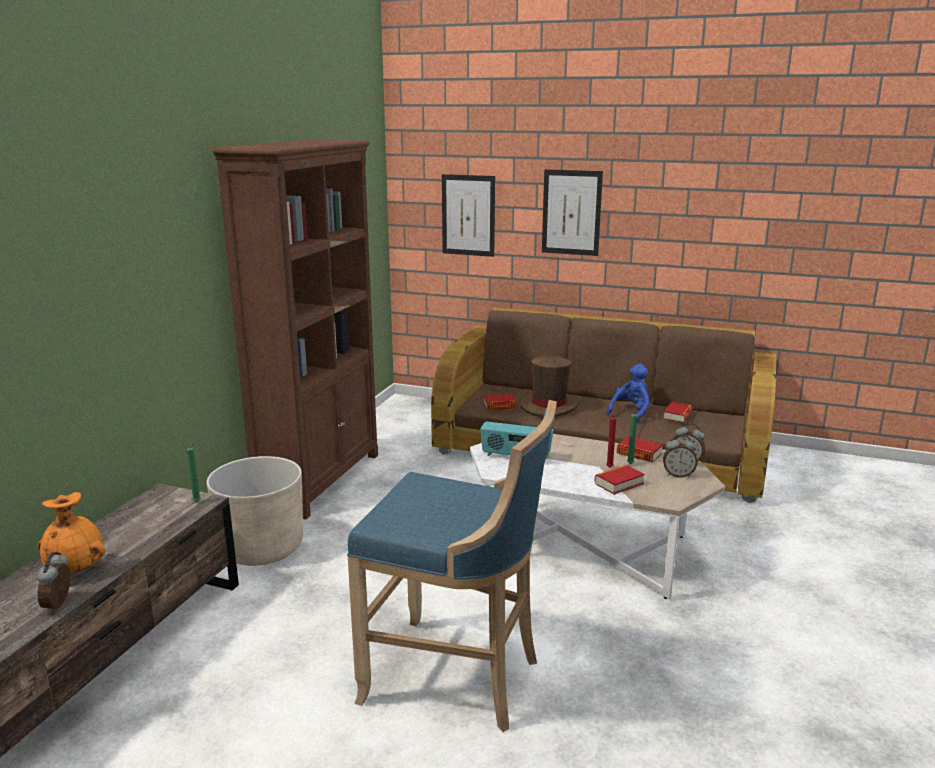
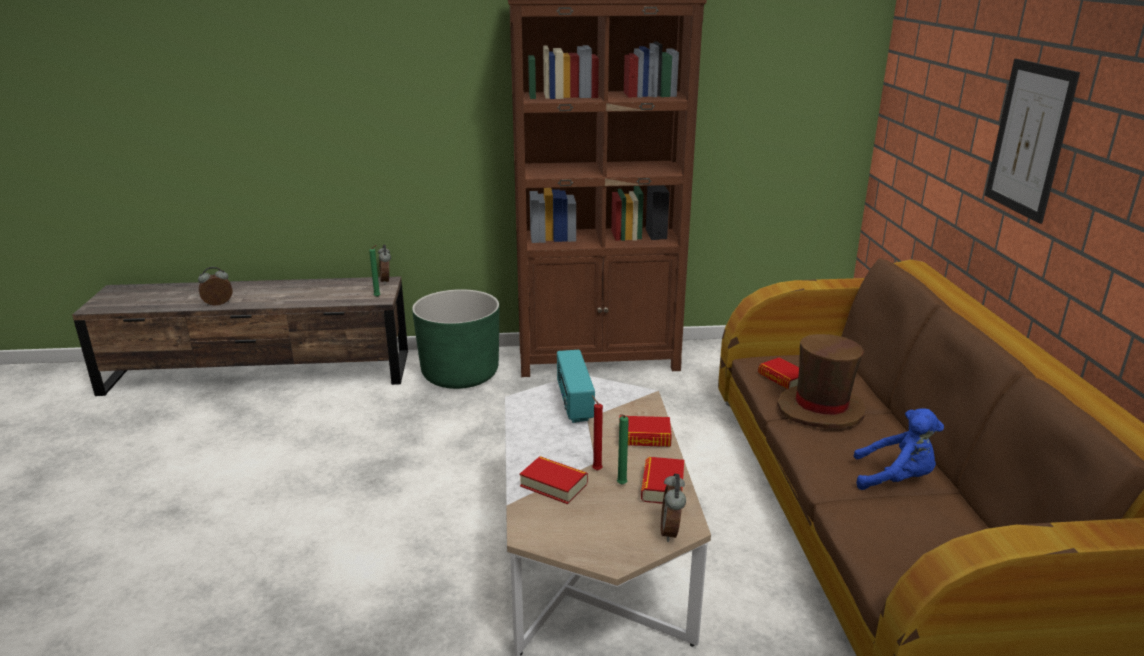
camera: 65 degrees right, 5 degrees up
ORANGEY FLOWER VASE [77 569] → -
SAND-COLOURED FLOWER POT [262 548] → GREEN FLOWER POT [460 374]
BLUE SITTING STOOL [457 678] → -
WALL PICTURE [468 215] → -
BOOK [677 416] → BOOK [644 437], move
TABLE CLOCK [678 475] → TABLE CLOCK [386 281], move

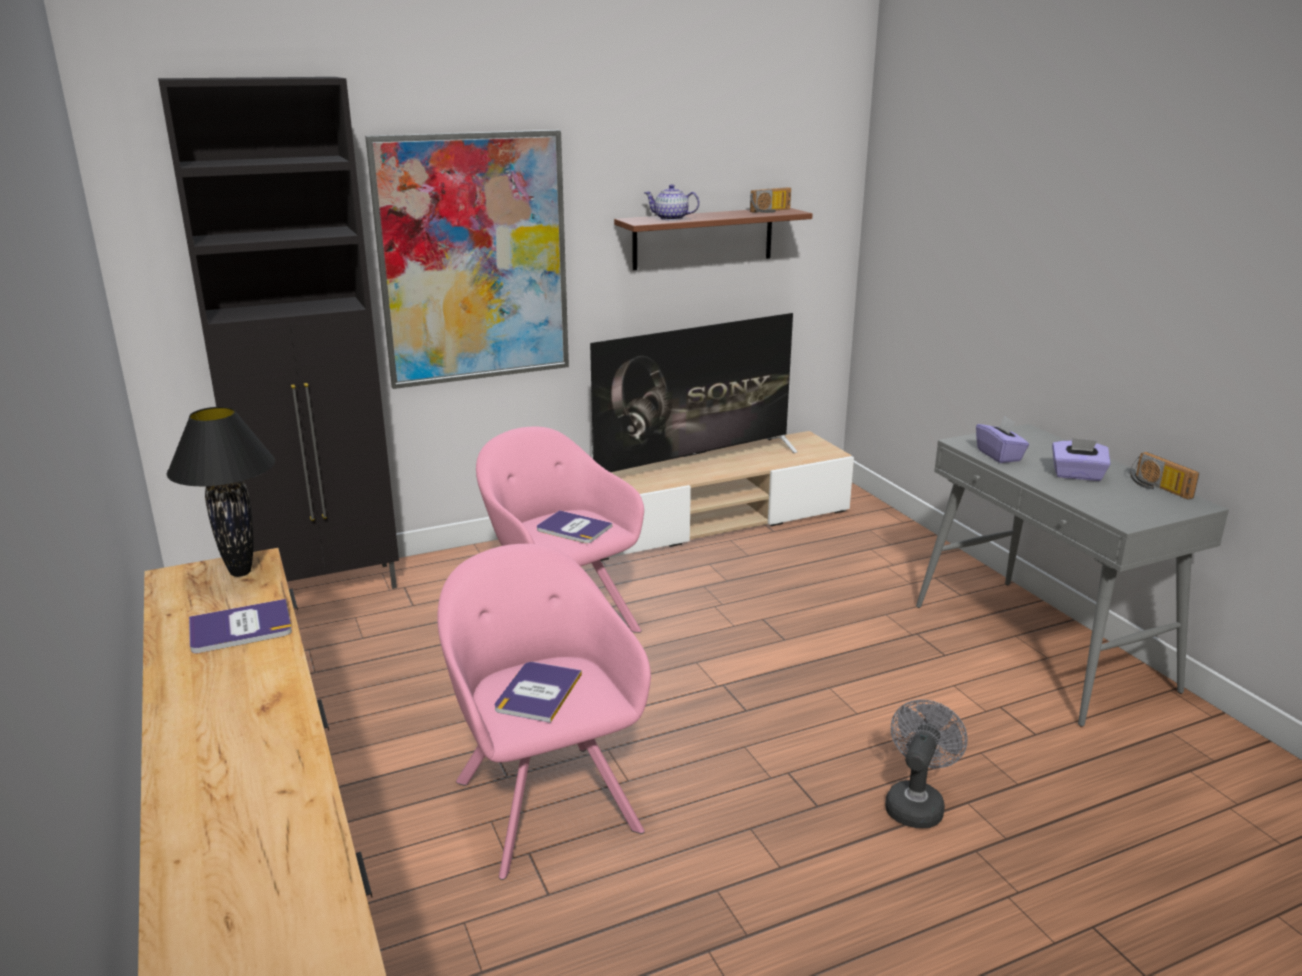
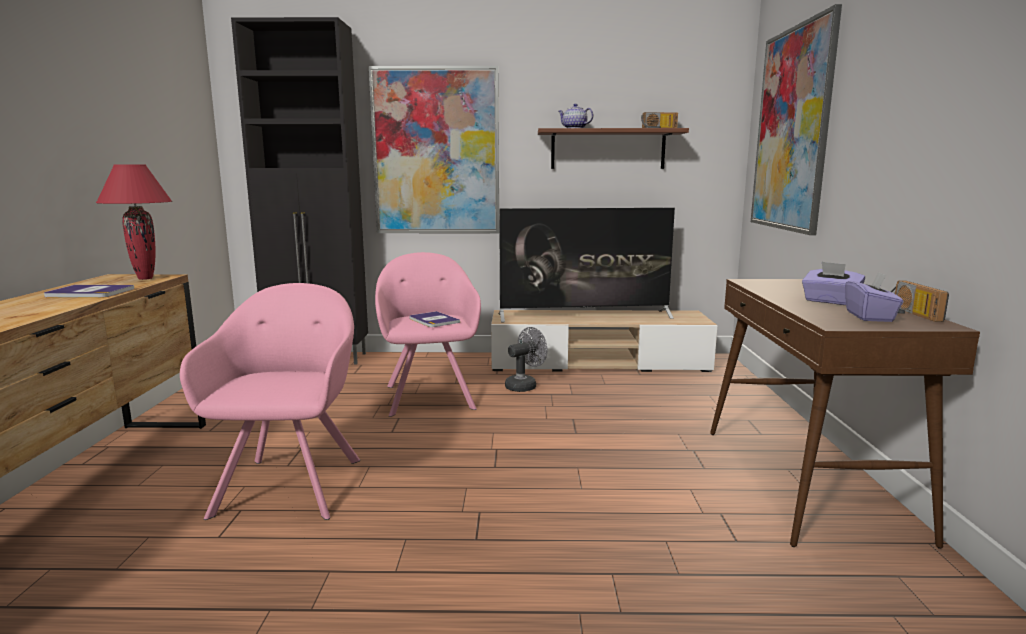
camera: 25 degrees right, 10 degrees down
BLACK-COLOURED TABLETOP LAMP [241 572] → RED-COLOURED TABLETOP LAMP [146 278]
BOOK [538 692] → -
GREY ELECTRIC FAN [916 803] → GREY ELECTRIC FAN [524 386], move
GREY HALL TABLE [1041 647] → BROWNISH HALL TABLE [807 482]
PURPLE TISSUE HOLDER [999 455] → PURPLE TISSUE HOLDER [870 316], move
- → WALL PICTURE [792 130]

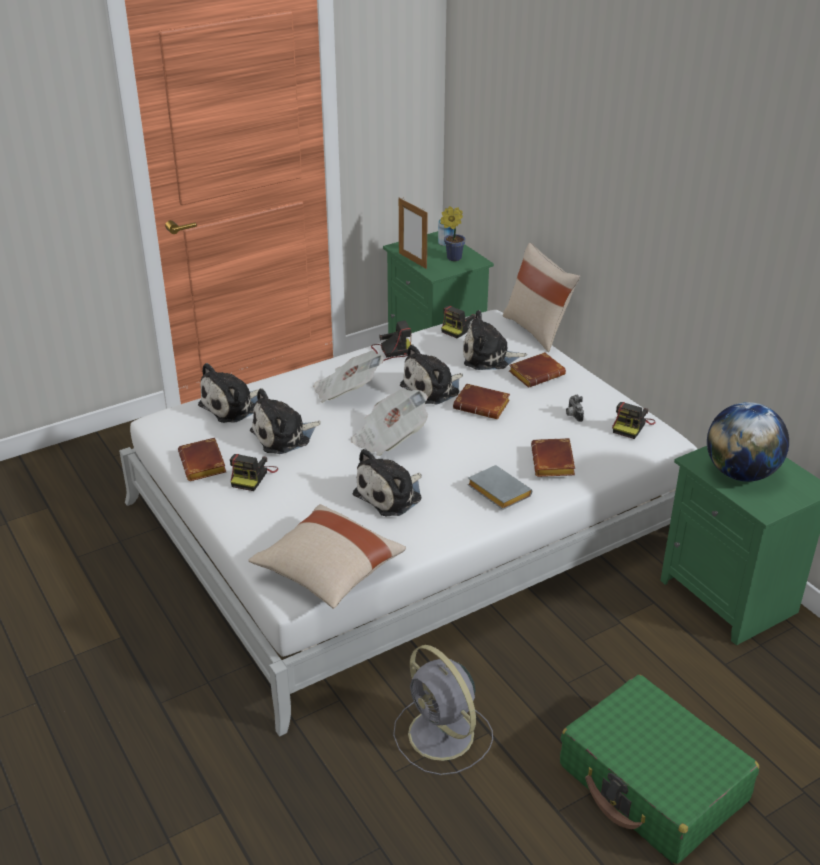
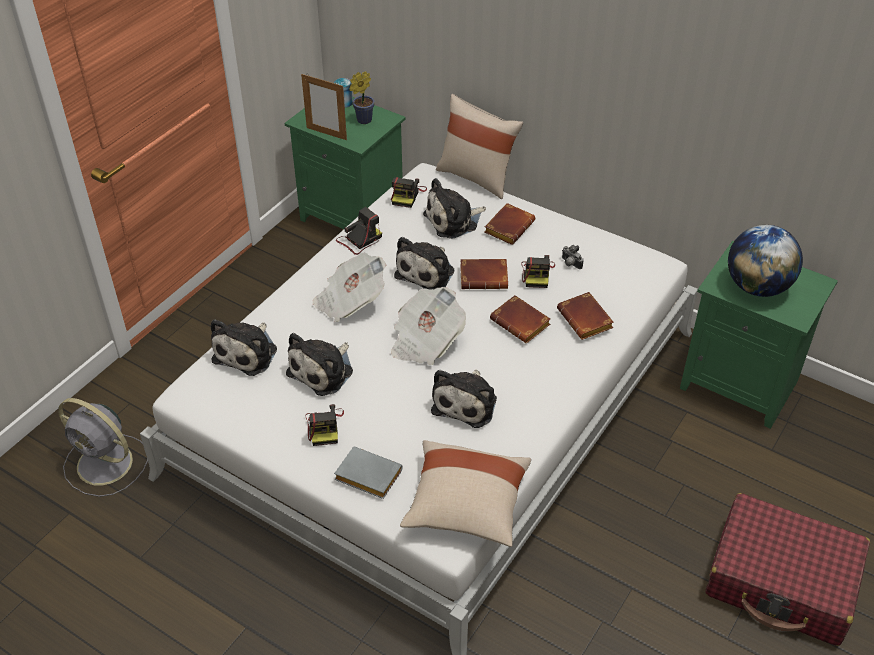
camera: 25 degrees left, 10 degrees up
BROWNISH BOOK [204 464] → BROWNISH BOOK [522 323], move
GREY ELECTRIC FAN [443 736] → GREY ELECTRIC FAN [107 464], move
GREY BOOK [496 492] → GREY BOOK [366 477], move
GREEN SUITCASE [653 783] → RED-COLOURED SUITCASE [782 581]
STILL CAMERA [631 426] → STILL CAMERA [537 274], move

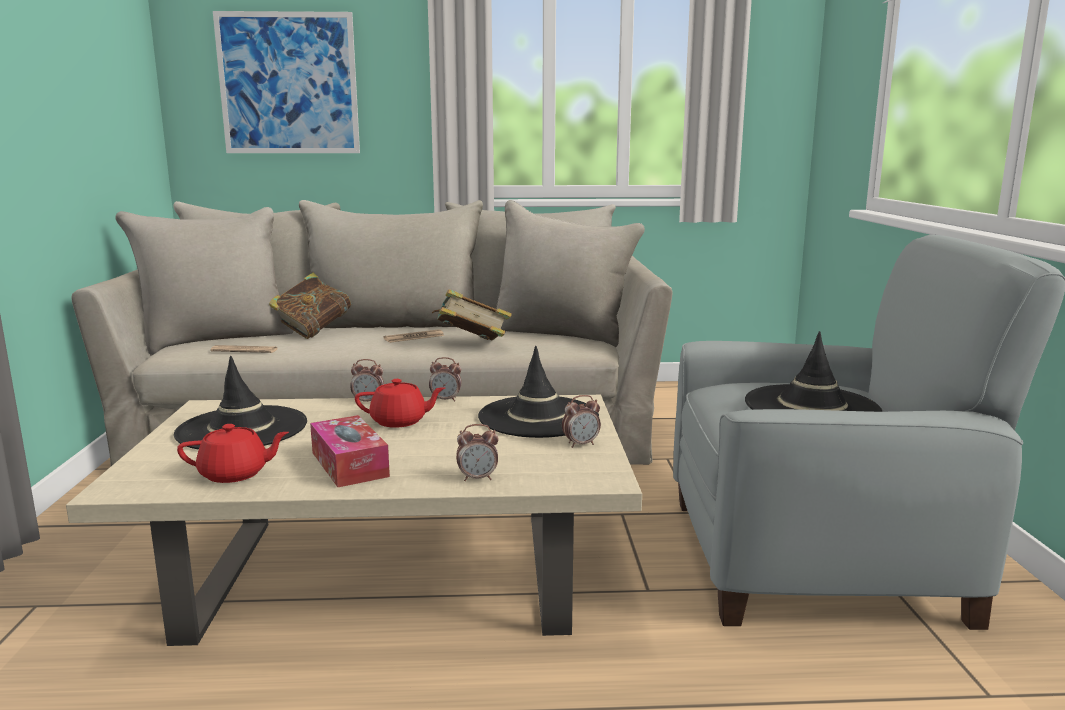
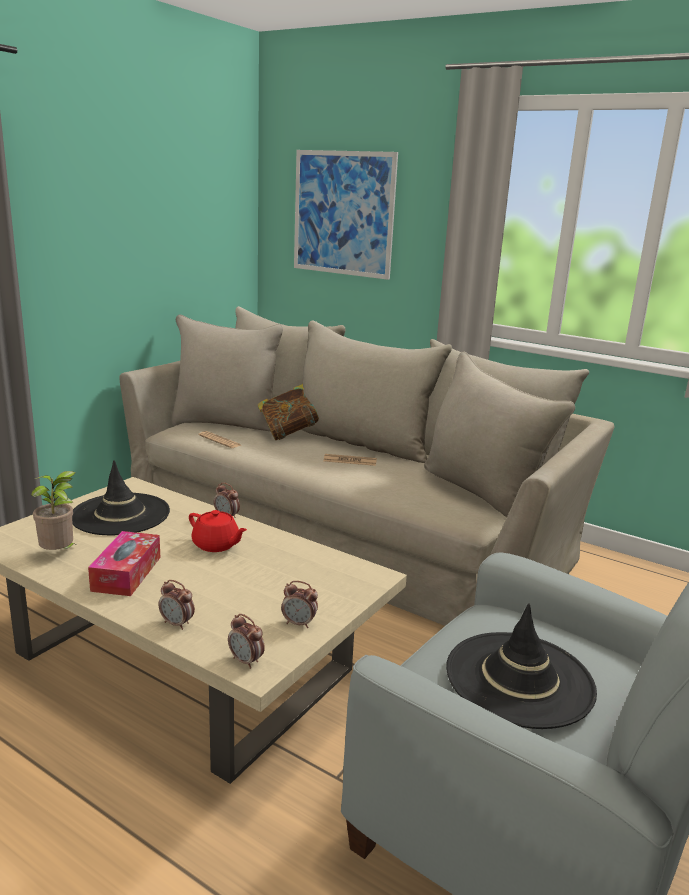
camera: 35 degrees right, 5 degrees up
RED-COLOURED POT FOR TEA [235 474] → POTTED PLANT [60 554]
TABLE CLOCK [446 400] → TABLE CLOCK [246 661], move
BOOK [471 345] → -
BLACK-COLOURED CLOTHING HAT [538 417] → -

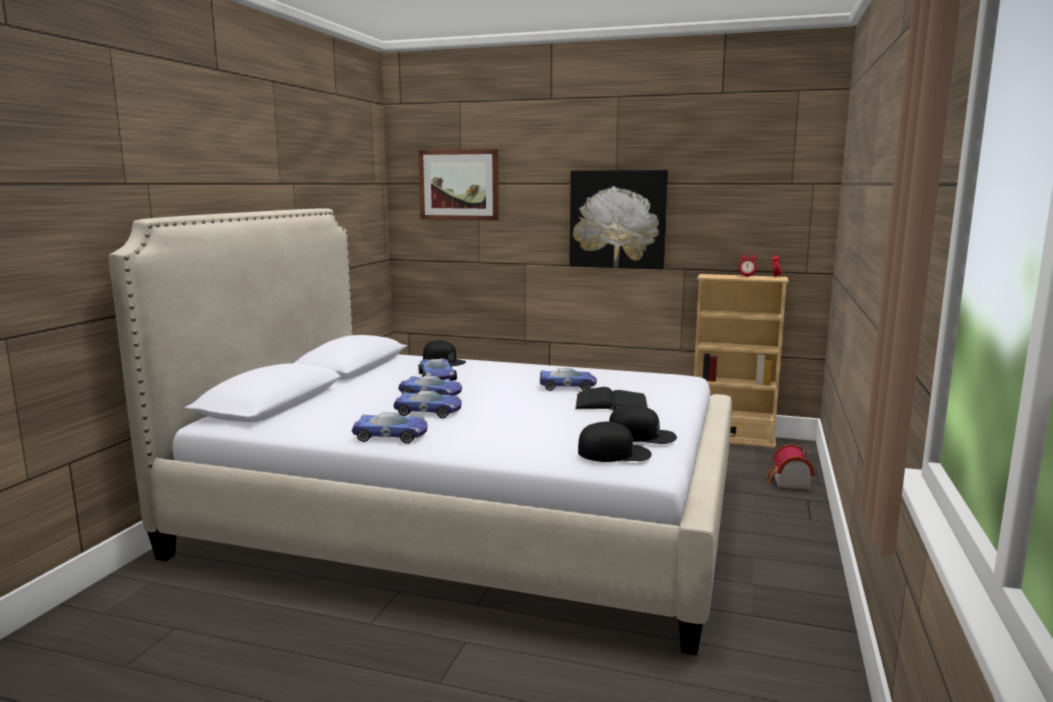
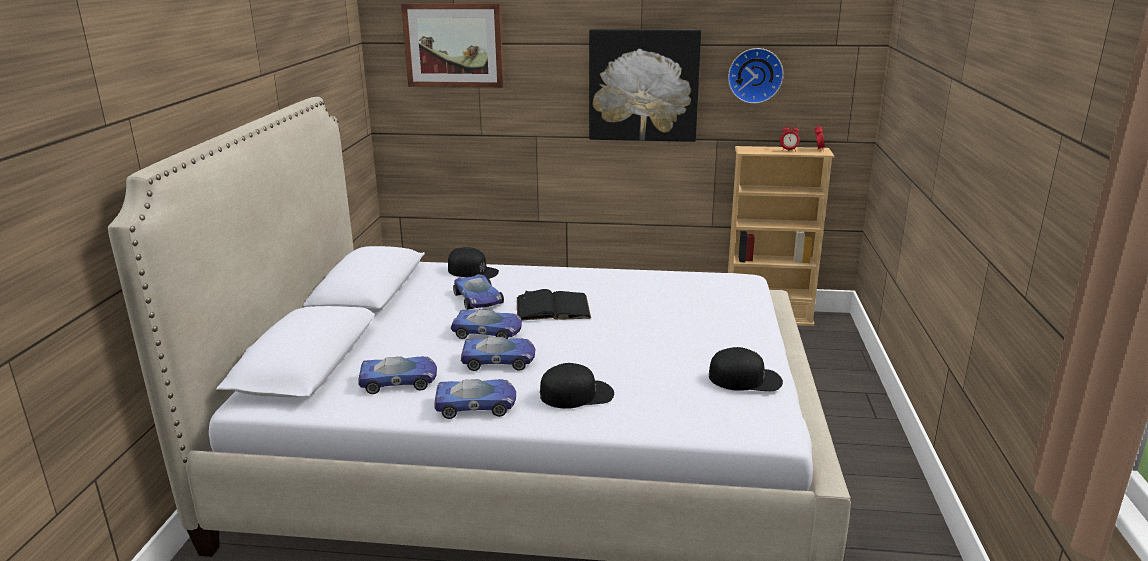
camera: 10 degrees left, 10 degrees up
TOY CAR [568 386] → TOY CAR [399 380], move
BLACK-COLOURED BOOK [611 402] → BLACK-COLOURED BOOK [552 308], move
BLACK-COLOURED CAP [614 453] → BLACK-COLOURED CAP [577 394], move
MODEL HOUSE [789 483] → -
- → HANGING CLOCK [755 75]

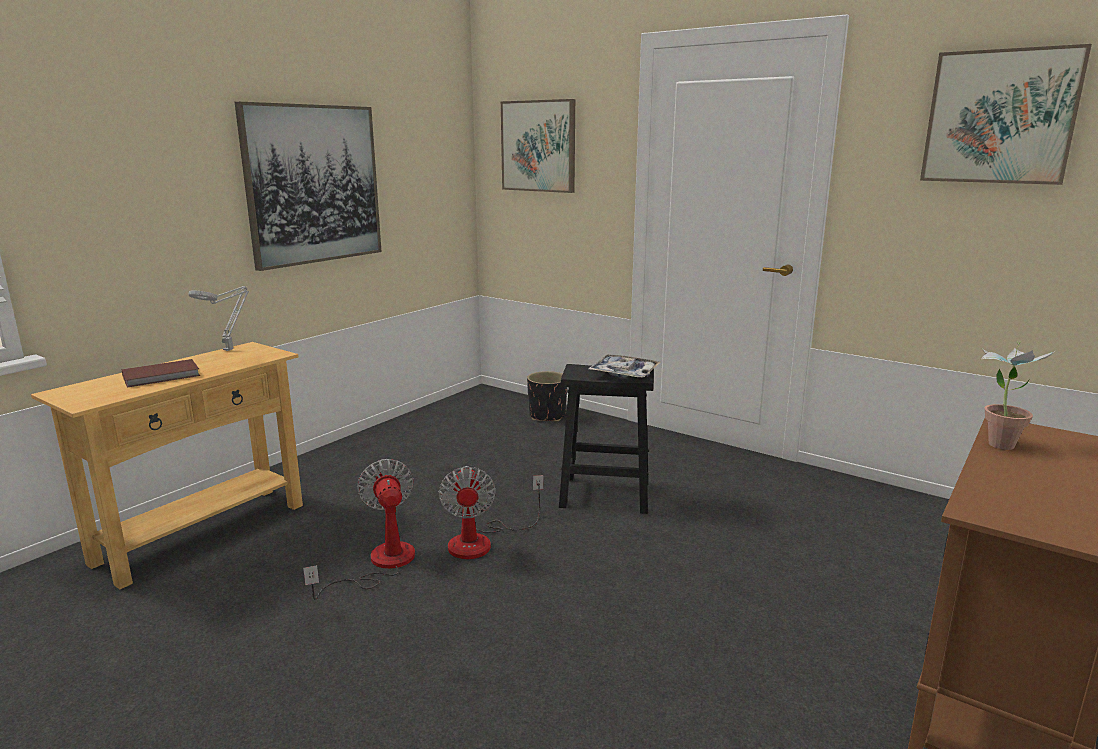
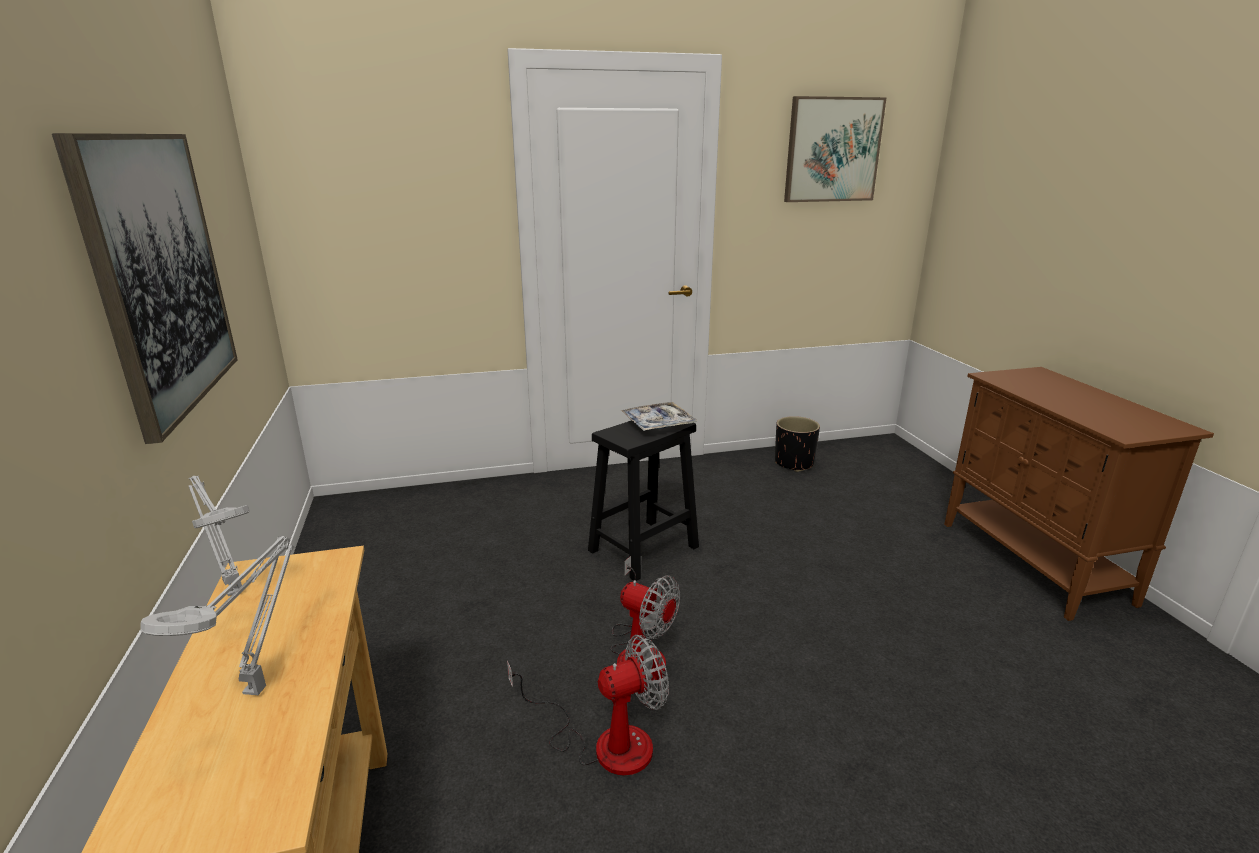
camera: 50 degrees left, 5 degrees up
BROWNISH BOOK [162 376] → GREY TABLETOP LAMP [258 687]
ELECTRIC FAN [380 564] → ELECTRIC FAN [604 742], 135 degrees clockwise
WALL PICTURE [539 146] → -
BLACK-COLOURED FLOWER POT [547 416] → BLACK-COLOURED FLOWER POT [794 463], move
POTTED PLANT [998 441] → -

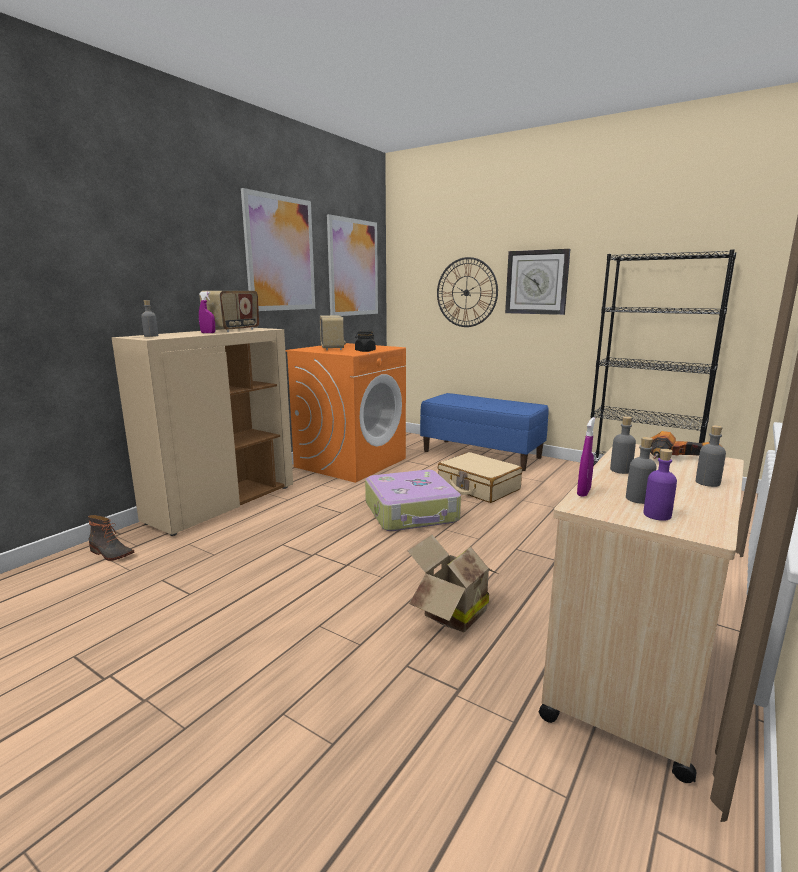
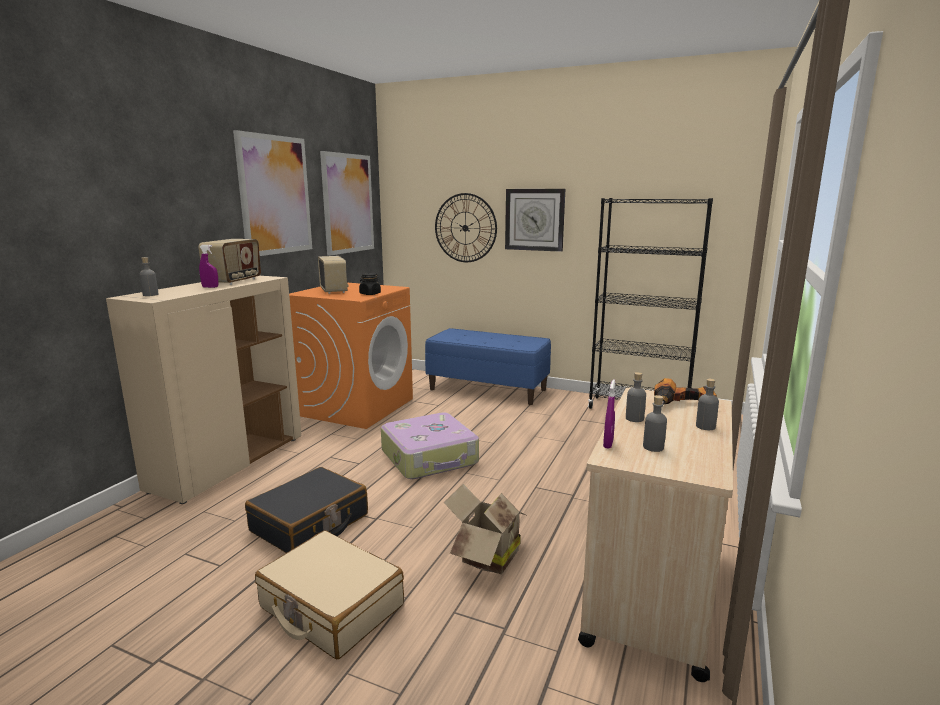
camera: 10 degrees left, 0 degrees up
TALL BOOT [110 553] → -
SAND-COLOURED SUITCASE [478 487] → SAND-COLOURED SUITCASE [331 607], move
PURPLE BOTTLE [657 515] → -
- → BLACK-COLOURED SUITCASE [310 523]

